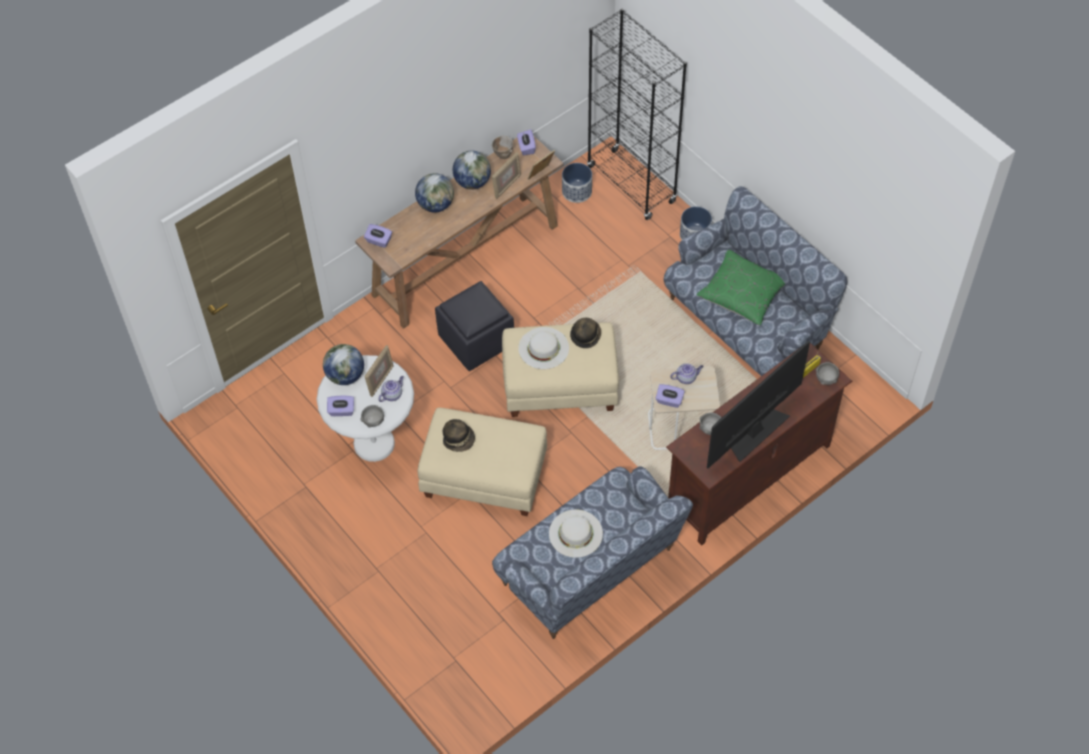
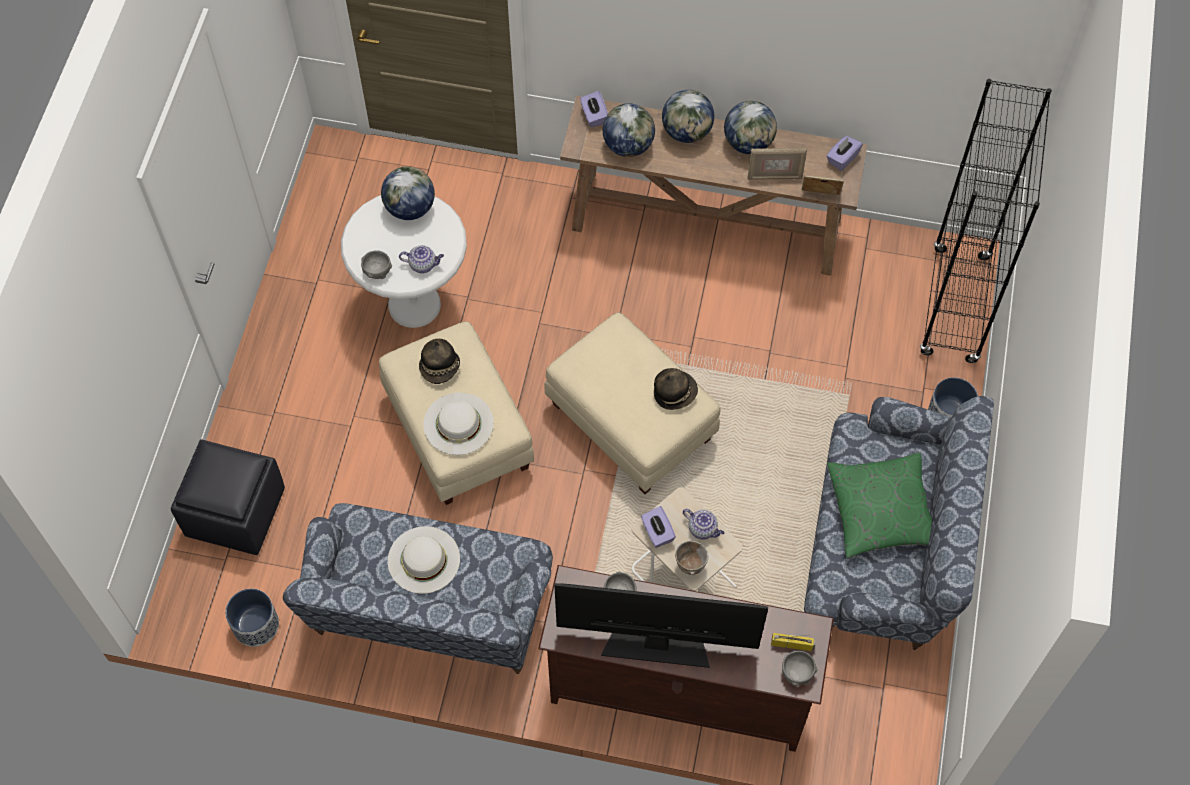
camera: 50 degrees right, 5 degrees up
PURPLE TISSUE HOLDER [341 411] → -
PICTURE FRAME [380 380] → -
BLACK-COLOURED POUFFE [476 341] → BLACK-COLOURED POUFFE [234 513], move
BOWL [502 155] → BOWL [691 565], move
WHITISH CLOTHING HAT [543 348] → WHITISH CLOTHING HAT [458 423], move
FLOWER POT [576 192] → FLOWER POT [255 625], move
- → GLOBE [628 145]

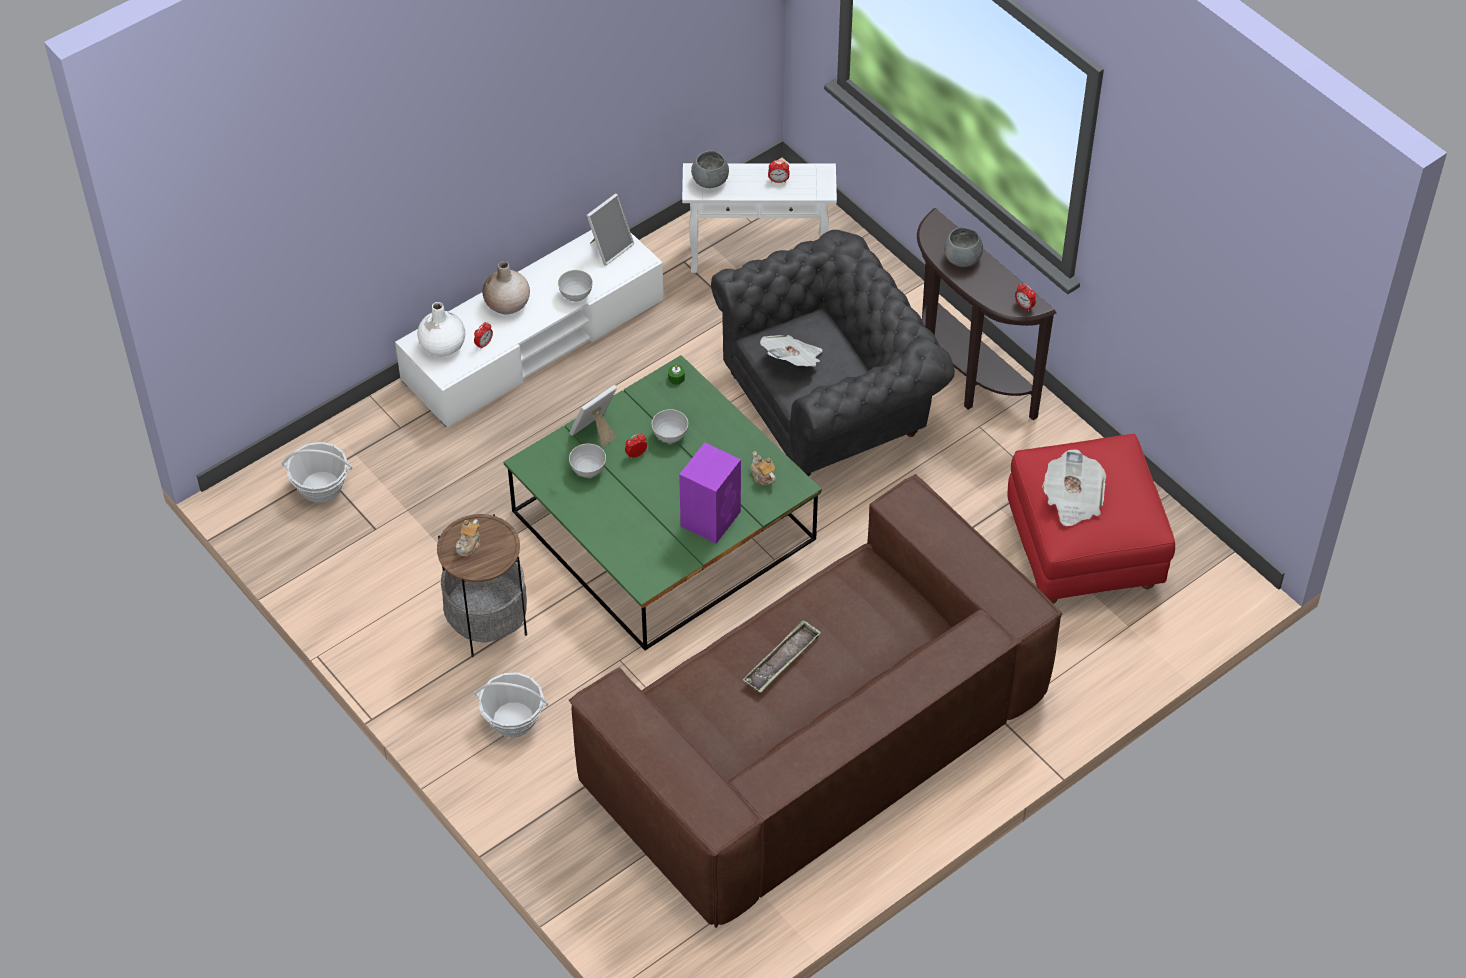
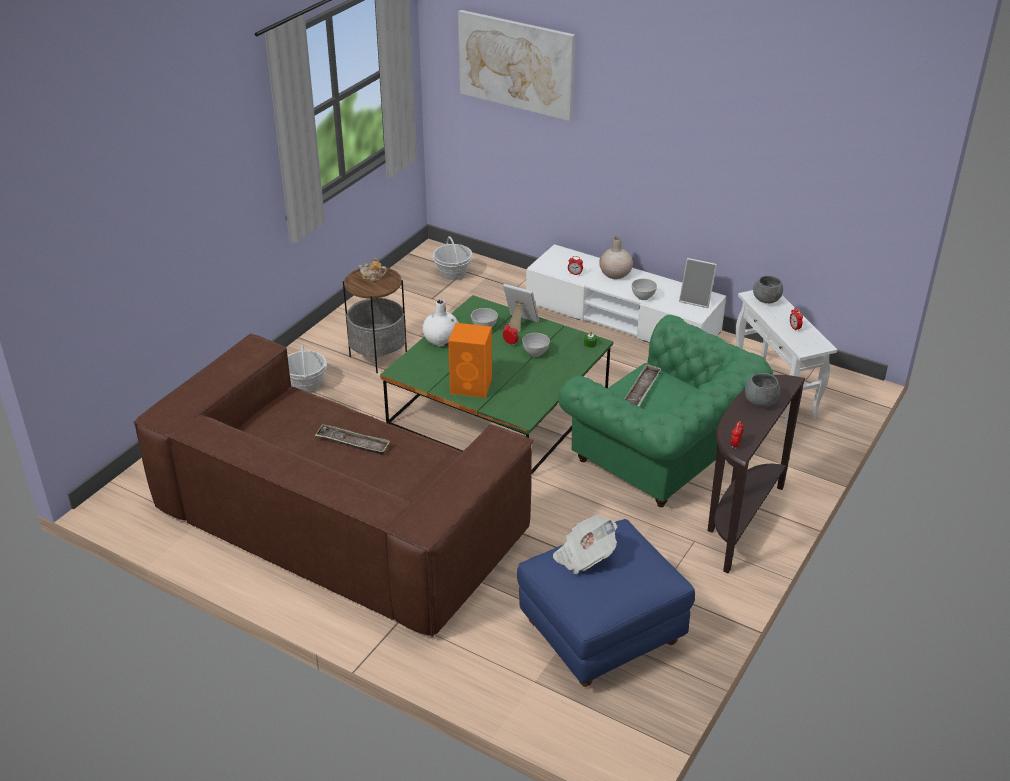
camera: 70 degrees right, 15 degrees down
WHITISH FLOWER VASE [442 345] → WHITISH FLOWER VASE [441 340], move
PURPLE LOUDSPEAKER [711 518] → ORANGEY LOUDSPEAKER [472 386]
GREY ARMCHAIR [831 402] → GREEN ARMCHAIR [662 457]
POT FOR TEA [762 476] → -
NEWSPAPER [793 361] → CARRYING TRAY [642 389]
RED-COLOURED POUFFE [1084 551] → BLUE POUFFE [601 634]
- → WALL PICTURE [516 64]

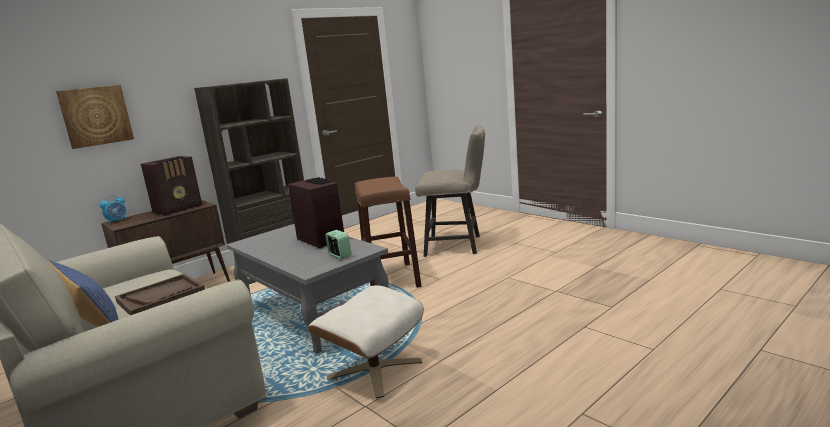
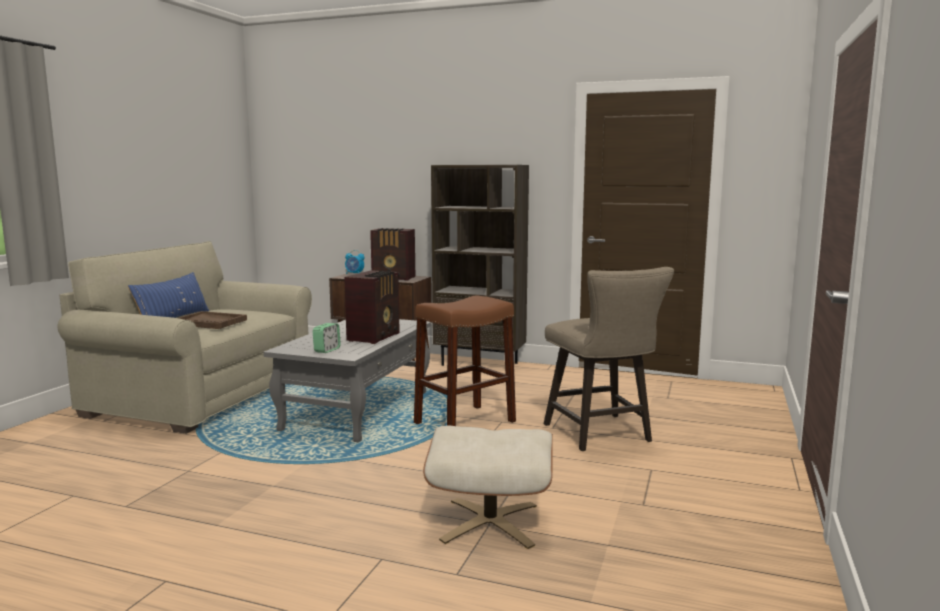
camera: 60 degrees right, 5 degrees down
WALL PICTURE [96 116] → -
SAND-COLOURED POUFFE [374 369] → SAND-COLOURED POUFFE [490 522], move

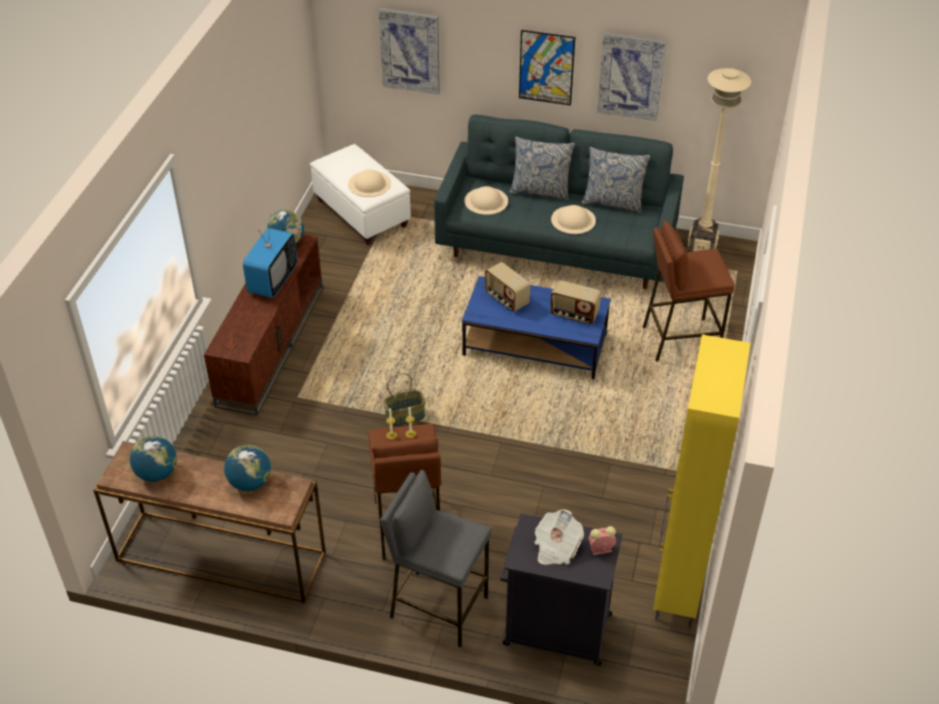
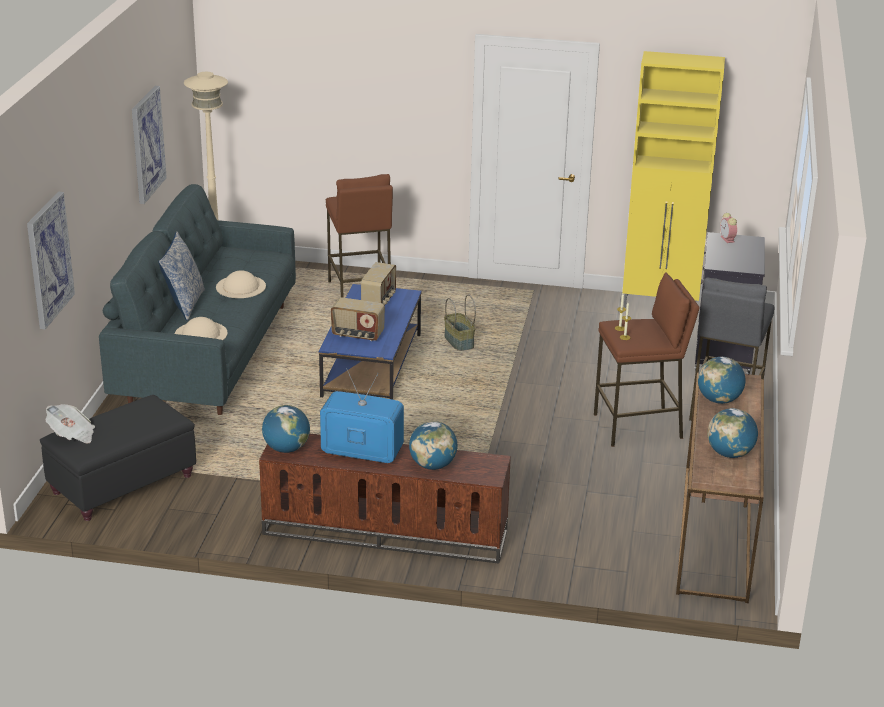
camera: 95 degrees left, 15 degrees down
WHITISH POUFFE [361 213] → BLACK-COLOURED POUFFE [122 484]
SAND-COLOURED CLOTHING HAT [369 183] → -
BASKET [405 416] → BASKET [458 342], move
RADIO RECEIVER [506 299] → RADIO RECEIVER [357 335], 60 degrees clockwise
WALL PICTURE [546 67] → -
NEWSPAPER [556 547] → NEWSPAPER [72 435], move
PILLOW [613 202] → -
- → GLOBE [433 465]

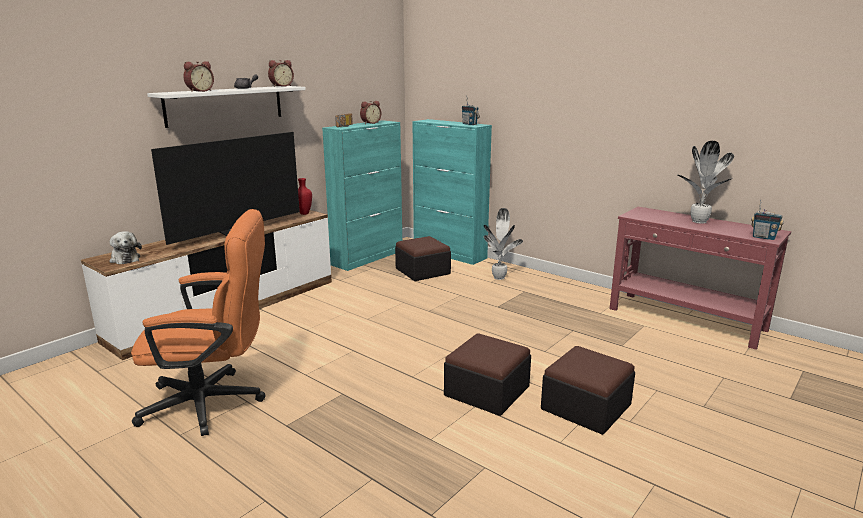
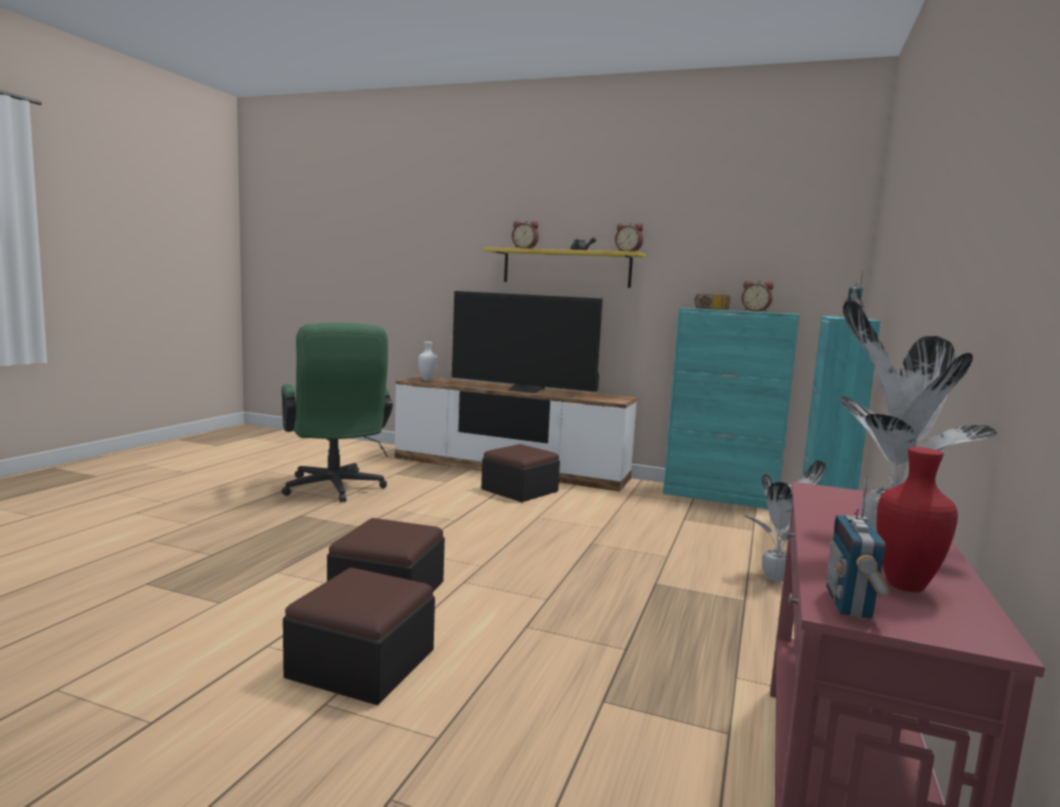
camera: 70 degrees right, 10 degrees down
CUDDLY TOY [125 259] → WHITISH FLOWER VASE [427 380]
ORANGEY OFFICE CHAIR [214 403] → GREEN OFFICE CHAIR [335 490]
WHITISH SHELF [225 105] → YELLOWISH SHELF [566 268]
RED-COLOURED FLOWER VASE [304 213] → RED-COLOURED FLOWER VASE [904 585], move
POUFFE [422 271] → POUFFE [519 490], move

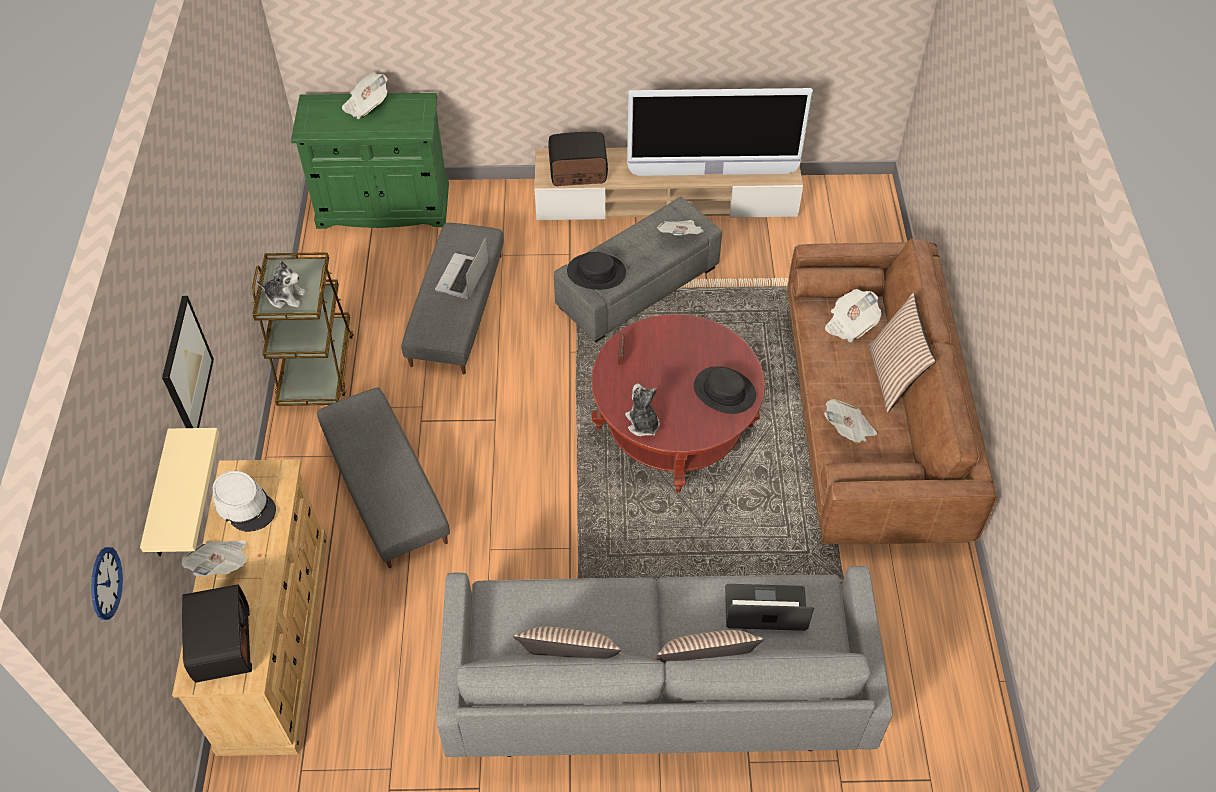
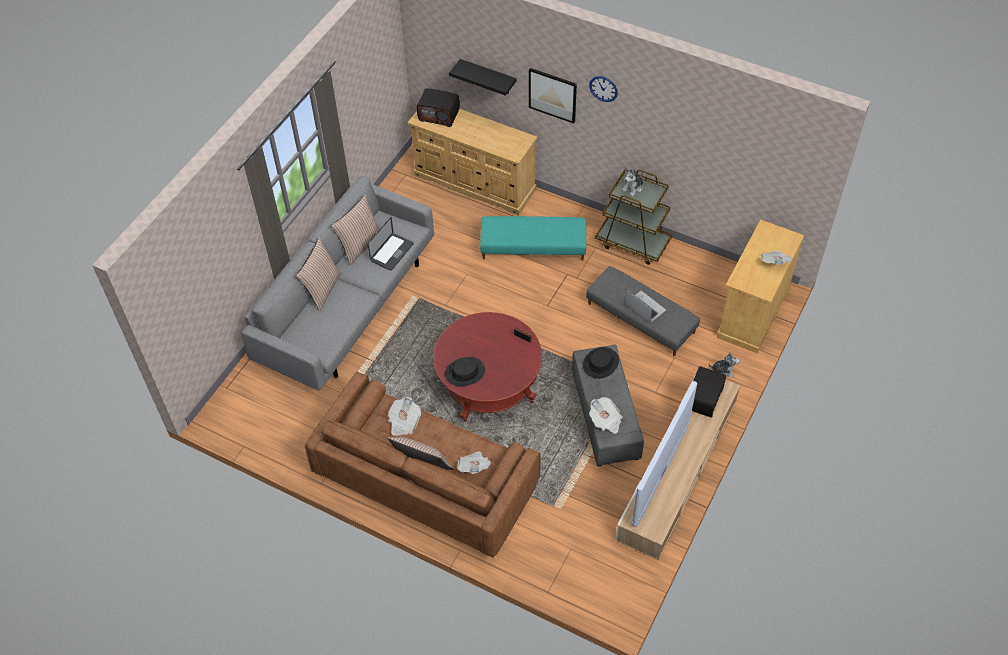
camera: 120 degrees right, 0 degrees up
HANGING CLOCK [105 583] → HANGING CLOCK [603 88], move
SAND-COLOURED SHELF [161 499] → BLACK-COLOURED SHELF [488 77]
NEWSPAPER [222 565] → -
GREY CLOTHING HAT [245 505] → -
GREEN CUPBOARD [383 206] → SAND-COLOURED CUPBOARD [752 313]
GREY POUFFE [385 487] → TURQUOISE-COLOURED POUFFE [533 246]
CUDDLY TOY [642 423] → CUDDLY TOY [723 371], move
PORTABLE COMPUTER [765 609] → PORTABLE COMPUTER [392 252], move

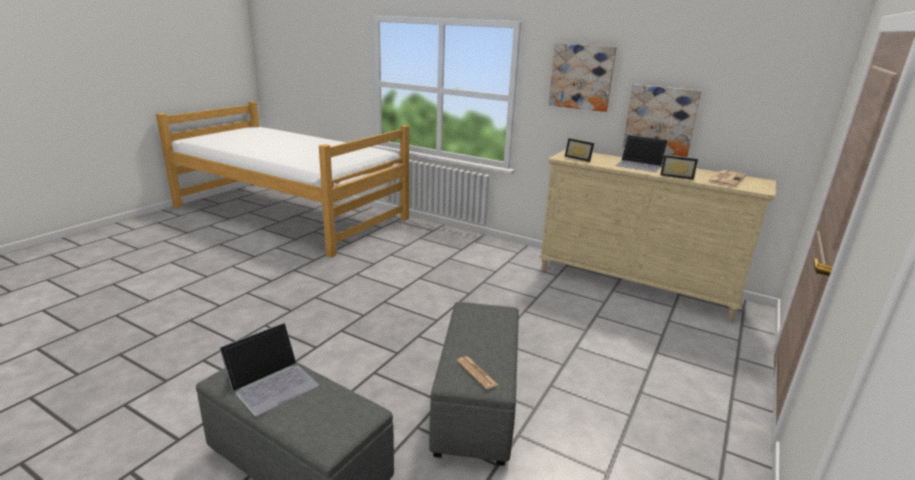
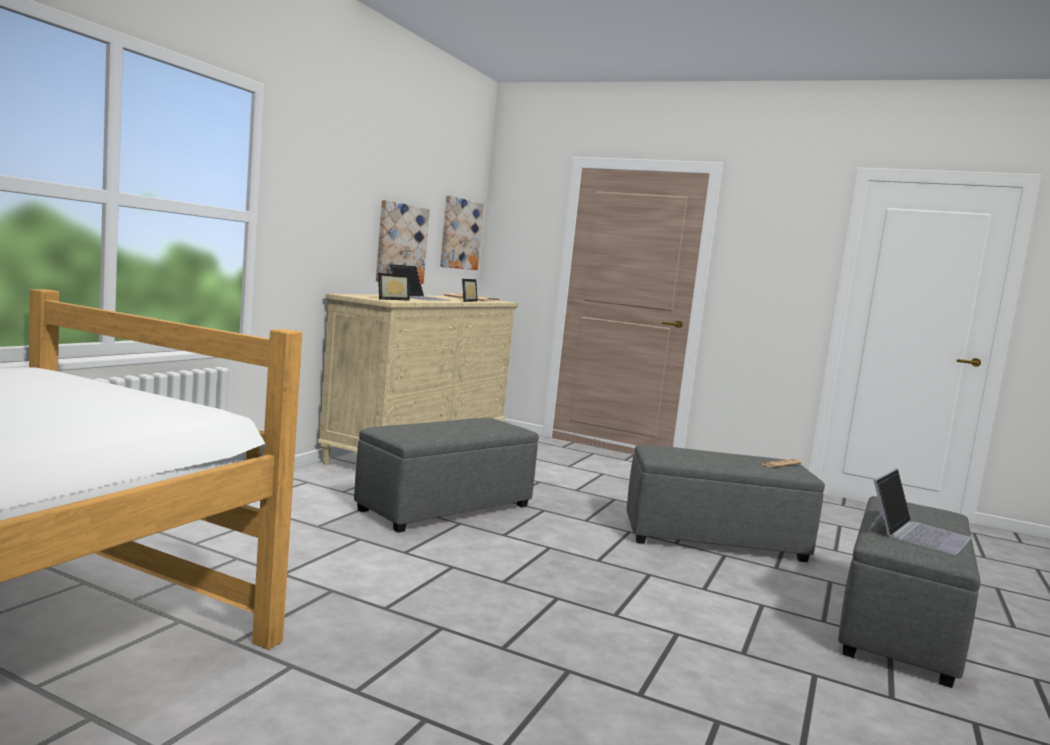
camera: 95 degrees left, 15 degrees down
PORTABLE COMPUTER [272 383] → PORTABLE COMPUTER [917 533], 90 degrees clockwise
WALL PICTURE [581 77] → WALL PICTURE [460 234], move
- → GREY POUFFE [446 507]

